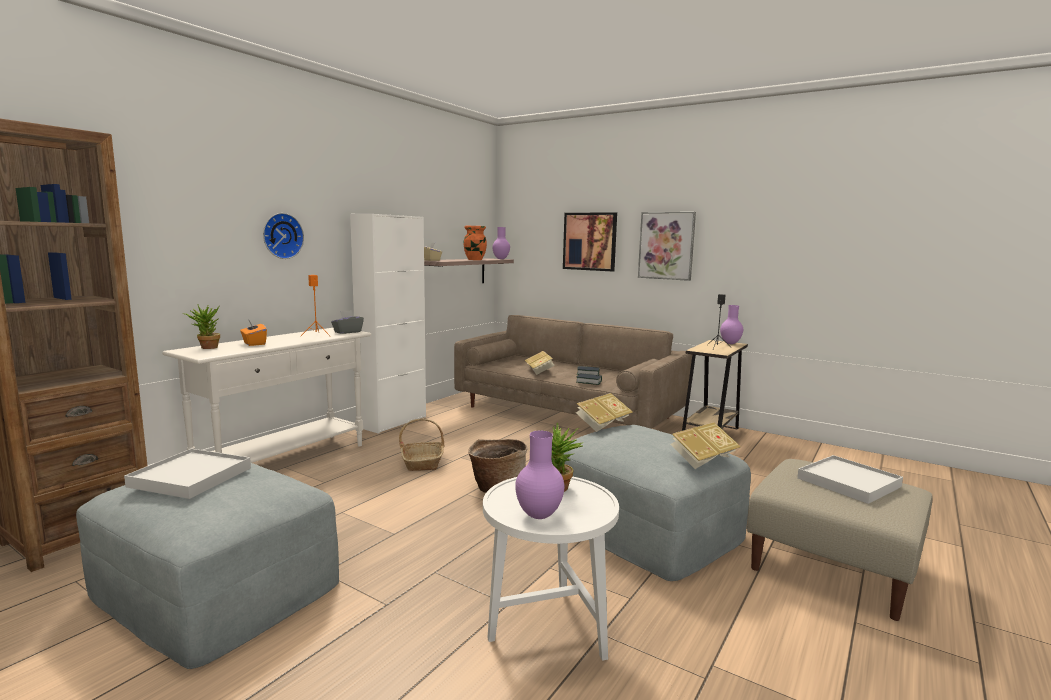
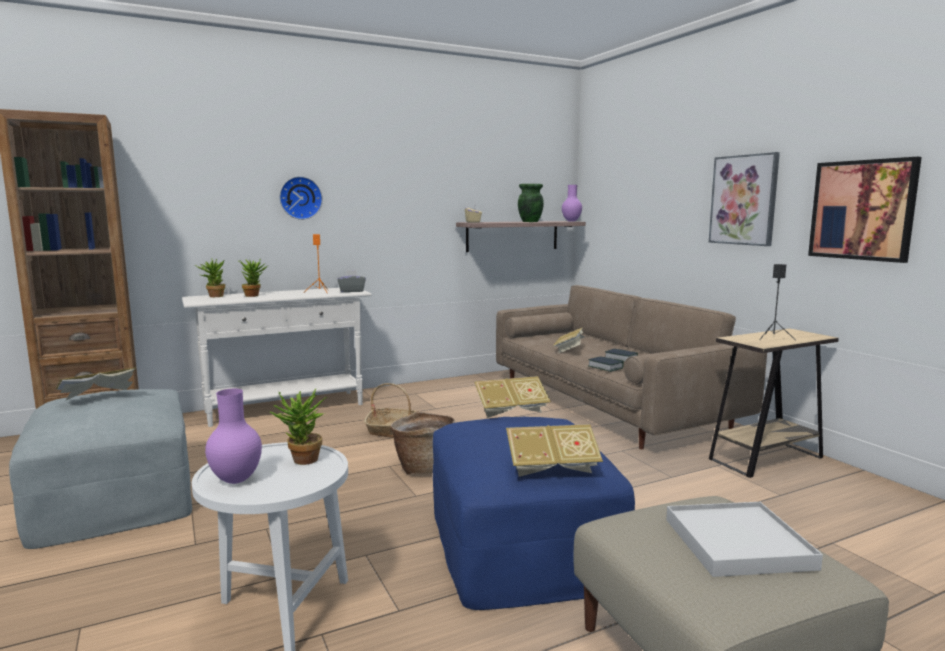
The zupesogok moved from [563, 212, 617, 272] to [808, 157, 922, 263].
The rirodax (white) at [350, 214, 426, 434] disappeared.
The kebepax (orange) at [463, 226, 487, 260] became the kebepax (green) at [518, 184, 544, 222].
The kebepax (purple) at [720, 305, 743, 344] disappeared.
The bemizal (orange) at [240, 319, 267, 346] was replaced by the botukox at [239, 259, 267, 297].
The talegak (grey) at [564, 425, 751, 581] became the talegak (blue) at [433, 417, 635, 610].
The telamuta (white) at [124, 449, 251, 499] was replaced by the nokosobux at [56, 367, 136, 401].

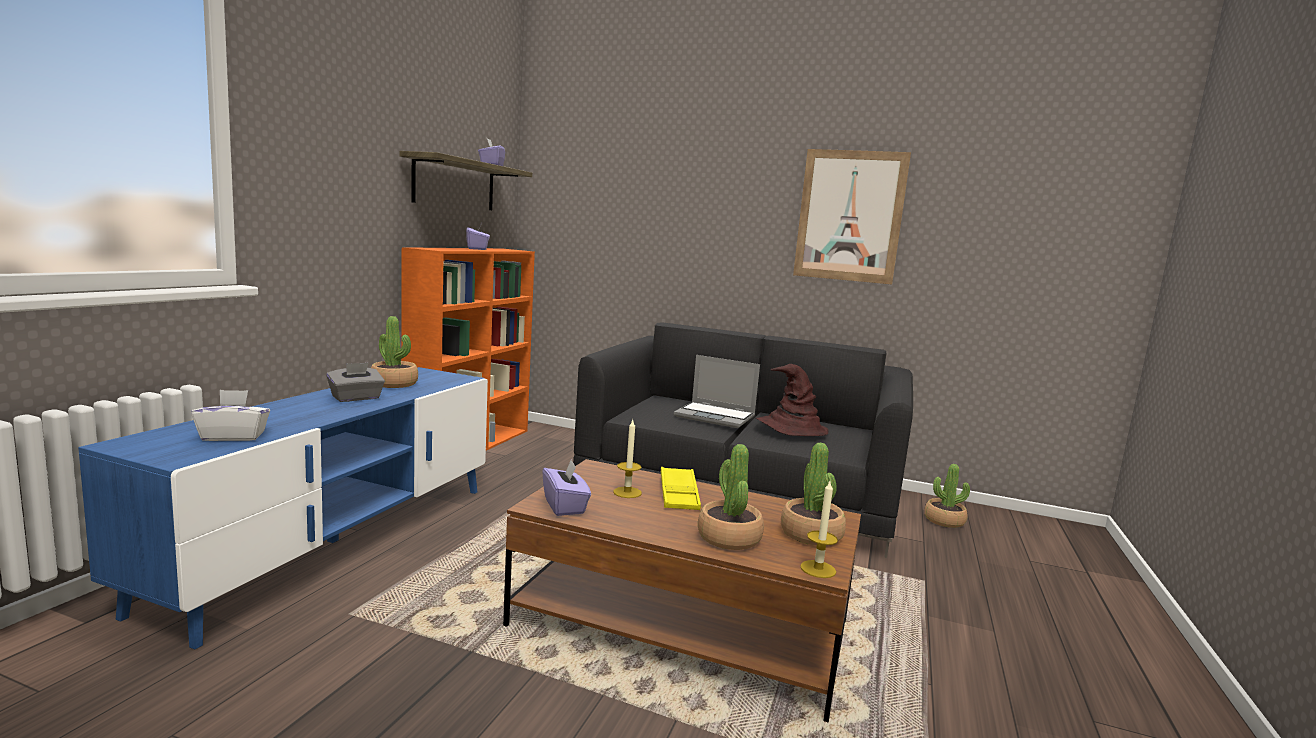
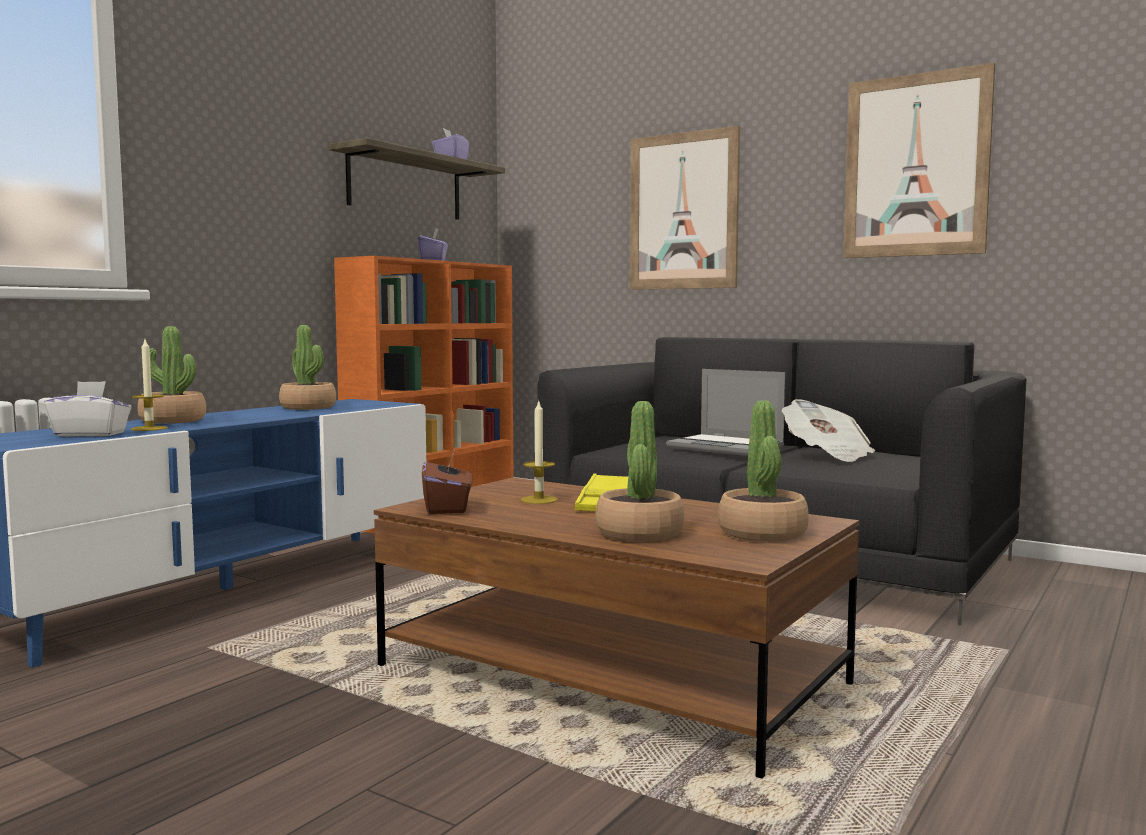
The bemizal (grey) at [327, 362, 385, 402] disappeared.
The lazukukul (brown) at [756, 364, 828, 436] was replaced by the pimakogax at [782, 399, 875, 462].
The bemizal (purple) at [542, 460, 591, 516] became the bemizal (brown) at [422, 448, 472, 514].
The botukox moved from [925, 464, 970, 528] to [137, 326, 206, 424].
The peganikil moved from [800, 481, 838, 578] to [131, 339, 168, 431].
The zupesogok at [630, 126, 740, 290] appeared.

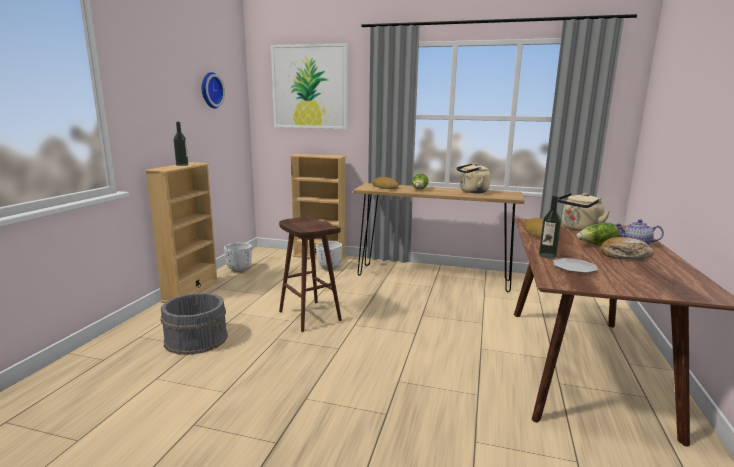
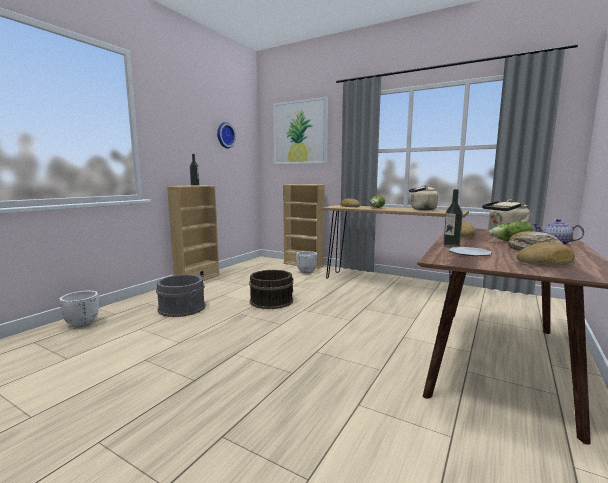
The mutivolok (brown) at [279, 216, 342, 332] was replaced by the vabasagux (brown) at [249, 270, 294, 309].
The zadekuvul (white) moved from [224, 243, 252, 272] to [59, 291, 99, 327].
The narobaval at [517, 242, 575, 266] appeared.

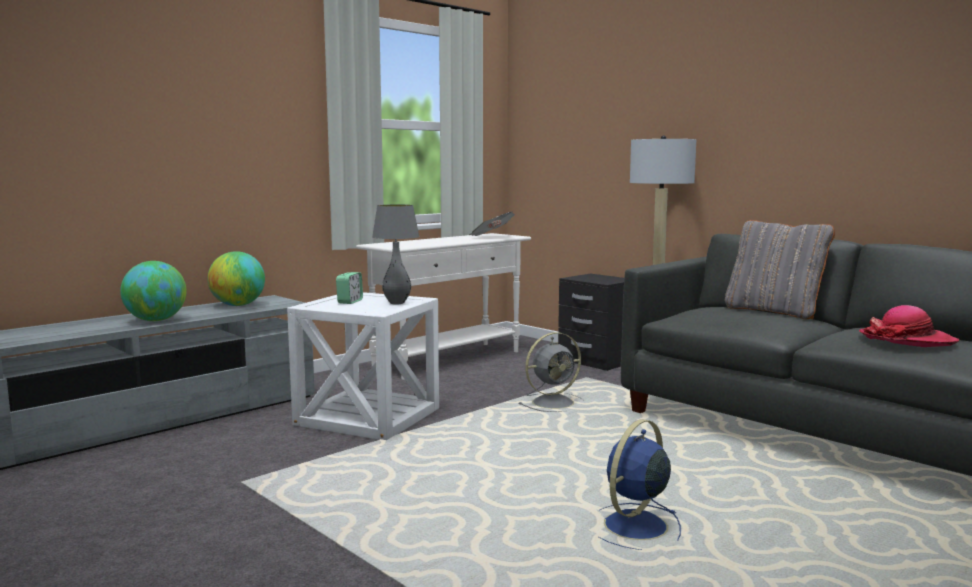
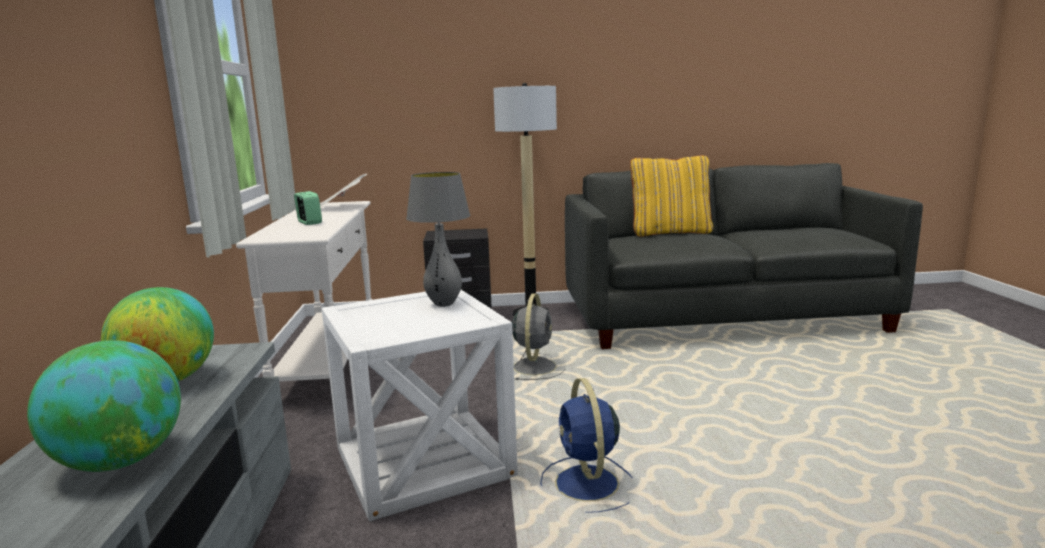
The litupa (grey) at [725, 220, 835, 319] became the litupa (yellow) at [630, 155, 713, 237].
The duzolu moved from [336, 272, 363, 304] to [294, 191, 322, 225].
The lazukukul at [859, 305, 960, 347] disappeared.
The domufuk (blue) moved from [599, 419, 681, 550] to [540, 378, 633, 513].

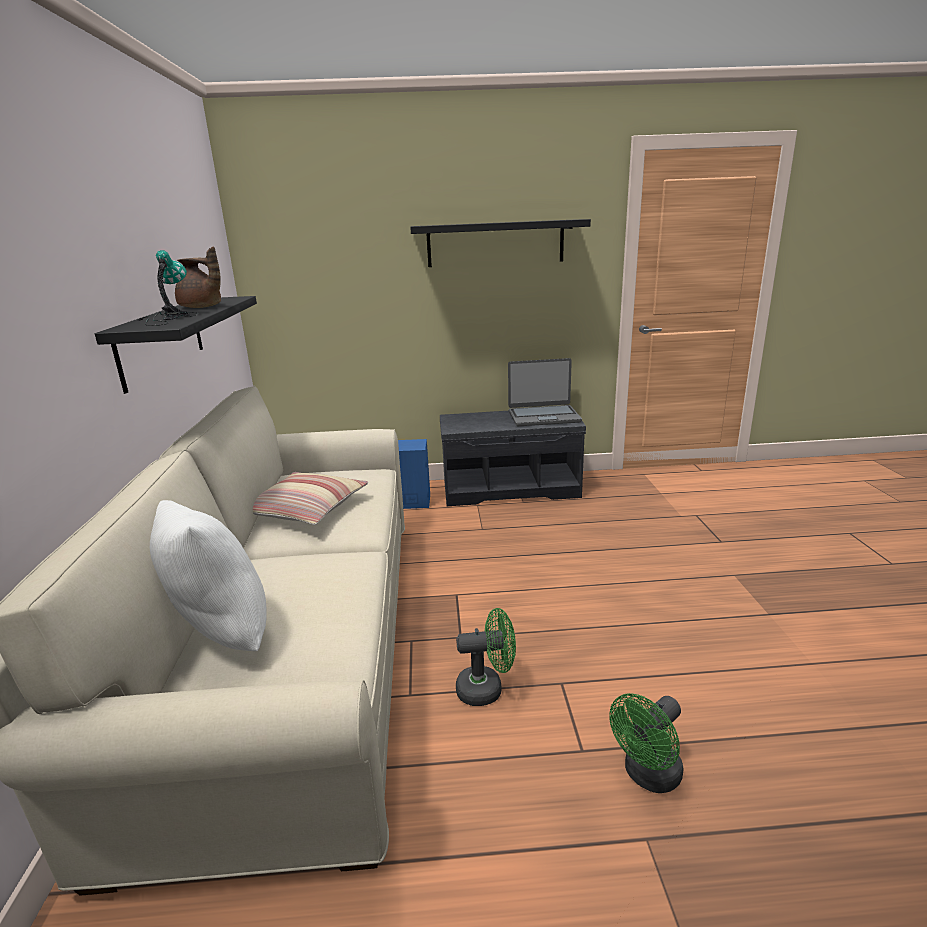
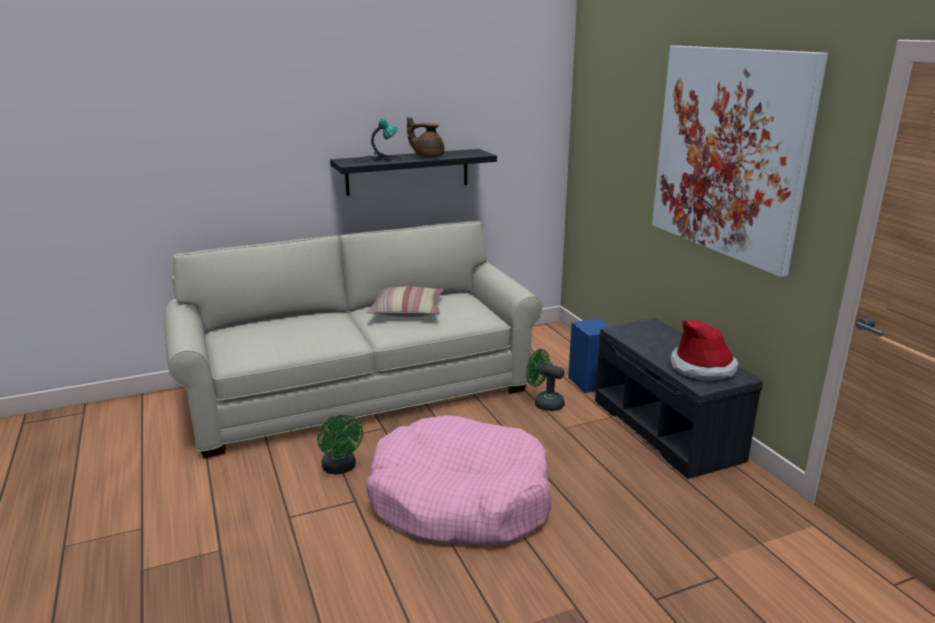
The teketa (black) at [410, 219, 591, 267] was replaced by the zupesogok at [652, 46, 828, 277].
The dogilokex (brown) at [175, 246, 221, 308] turned 90 degrees clockwise.
The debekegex at [508, 358, 582, 426] was replaced by the lazukukul at [671, 320, 738, 381].
The litupa (white) at [150, 500, 267, 651] disappeared.
The domufuk (green) moved from [609, 693, 684, 793] to [526, 349, 565, 411].
The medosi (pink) at [366, 415, 551, 546] appeared.

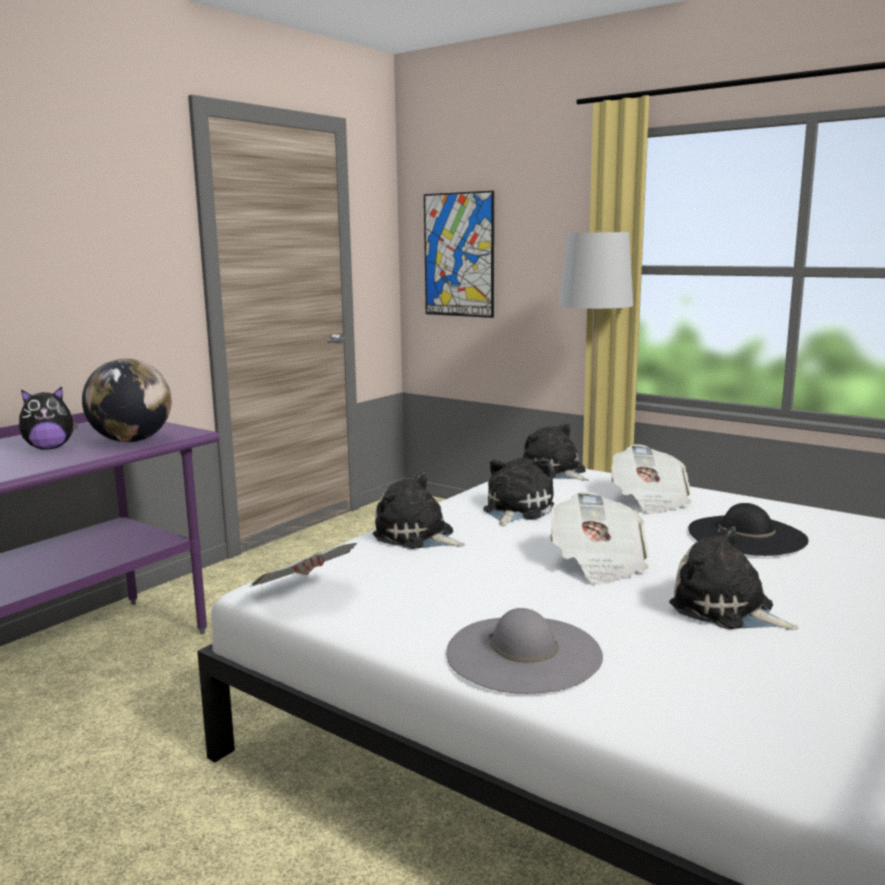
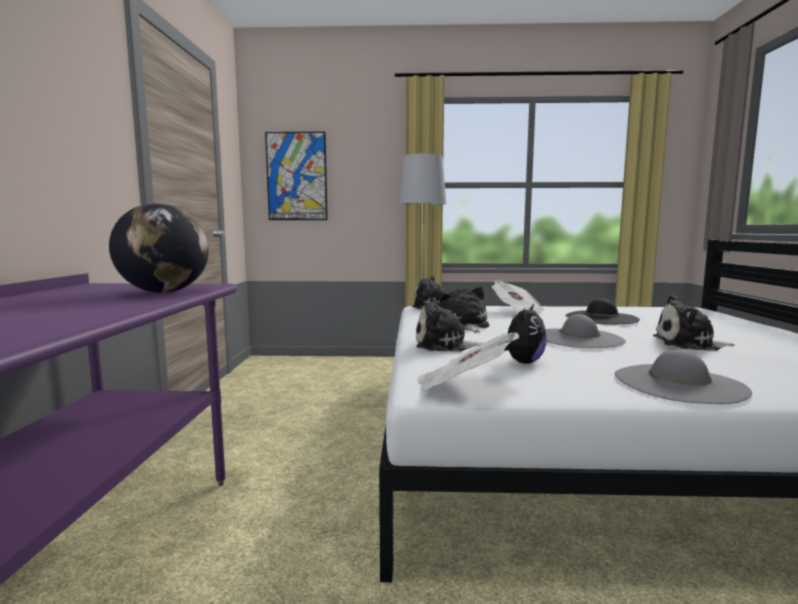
The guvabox moved from [19, 386, 78, 450] to [504, 304, 547, 364].
The pimakogax at [549, 491, 649, 585] was replaced by the lazukukul (grey) at [546, 314, 626, 348].

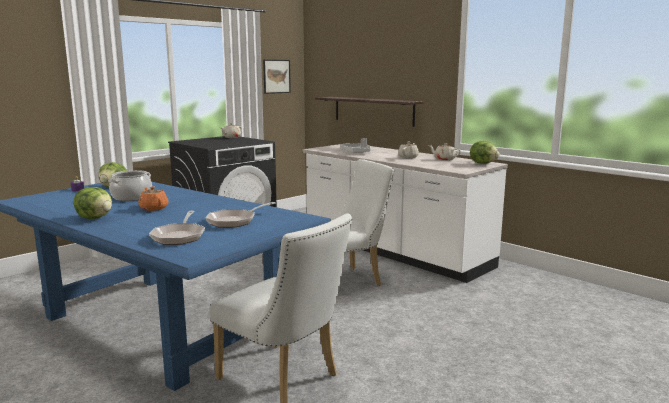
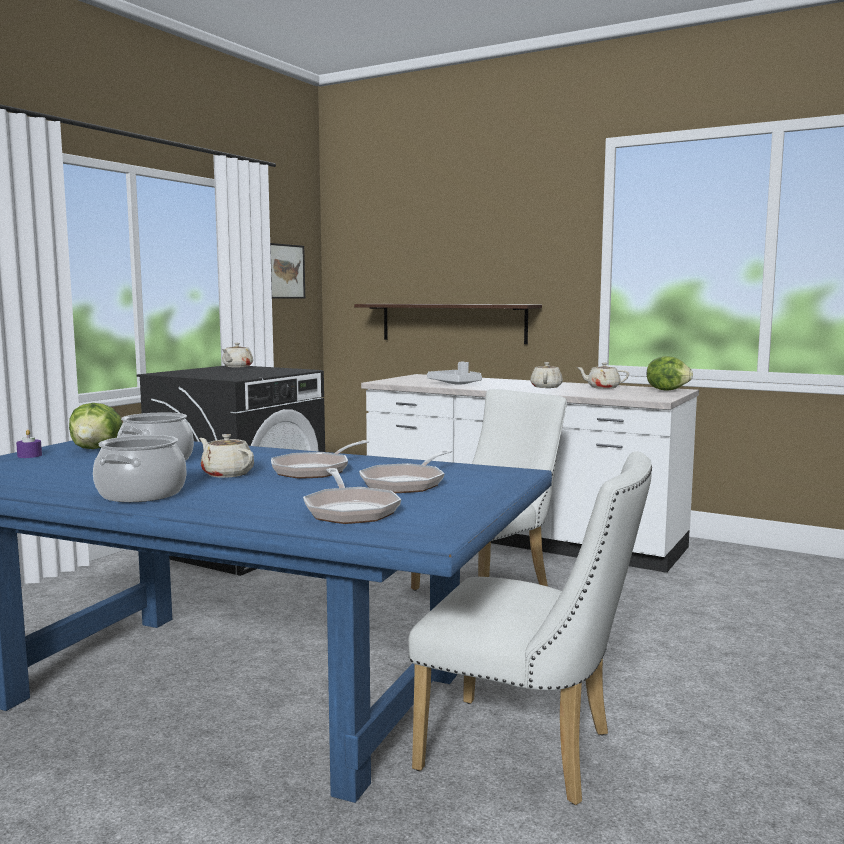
The dogilokex (orange) at [138, 186, 169, 211] became the dogilokex (beige) at [199, 434, 254, 478].
The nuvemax at [74, 187, 112, 219] was replaced by the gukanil at [93, 435, 186, 502].
The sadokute at [271, 440, 369, 479] appeared.

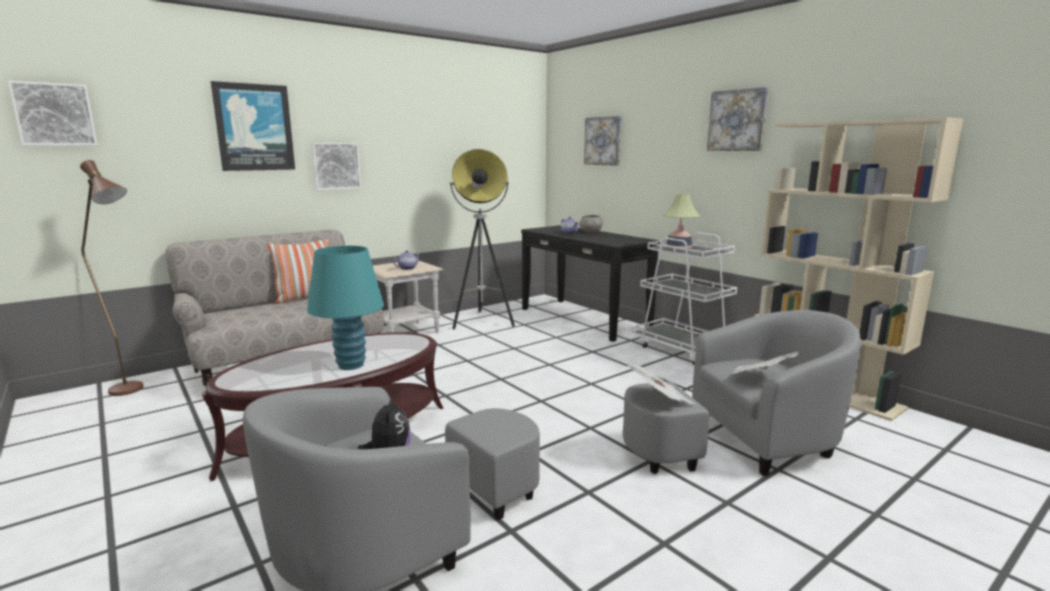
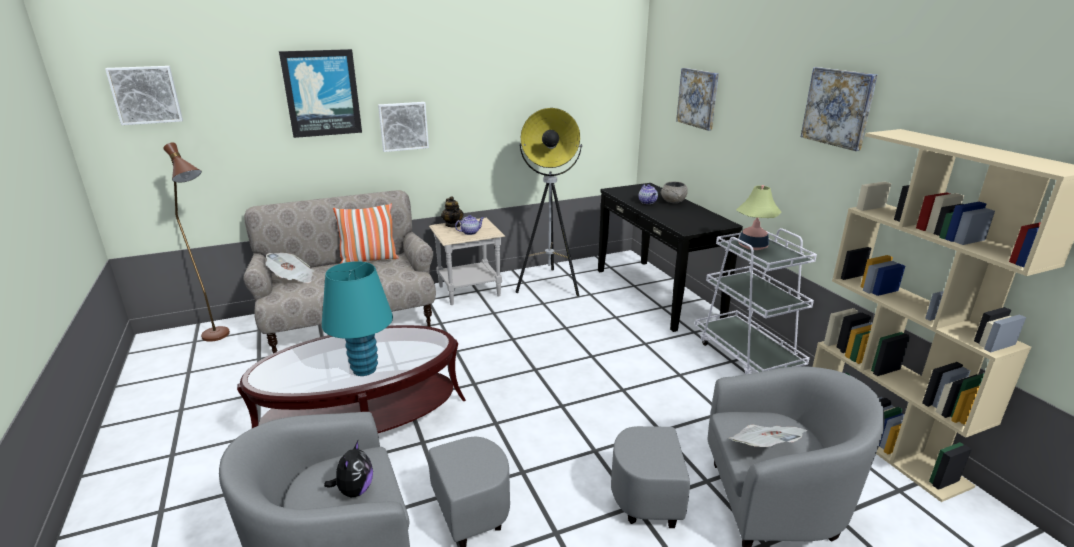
The pimakogax moved from [626, 364, 695, 404] to [265, 253, 314, 283].
The dogilokex at [441, 196, 464, 228] appeared.

